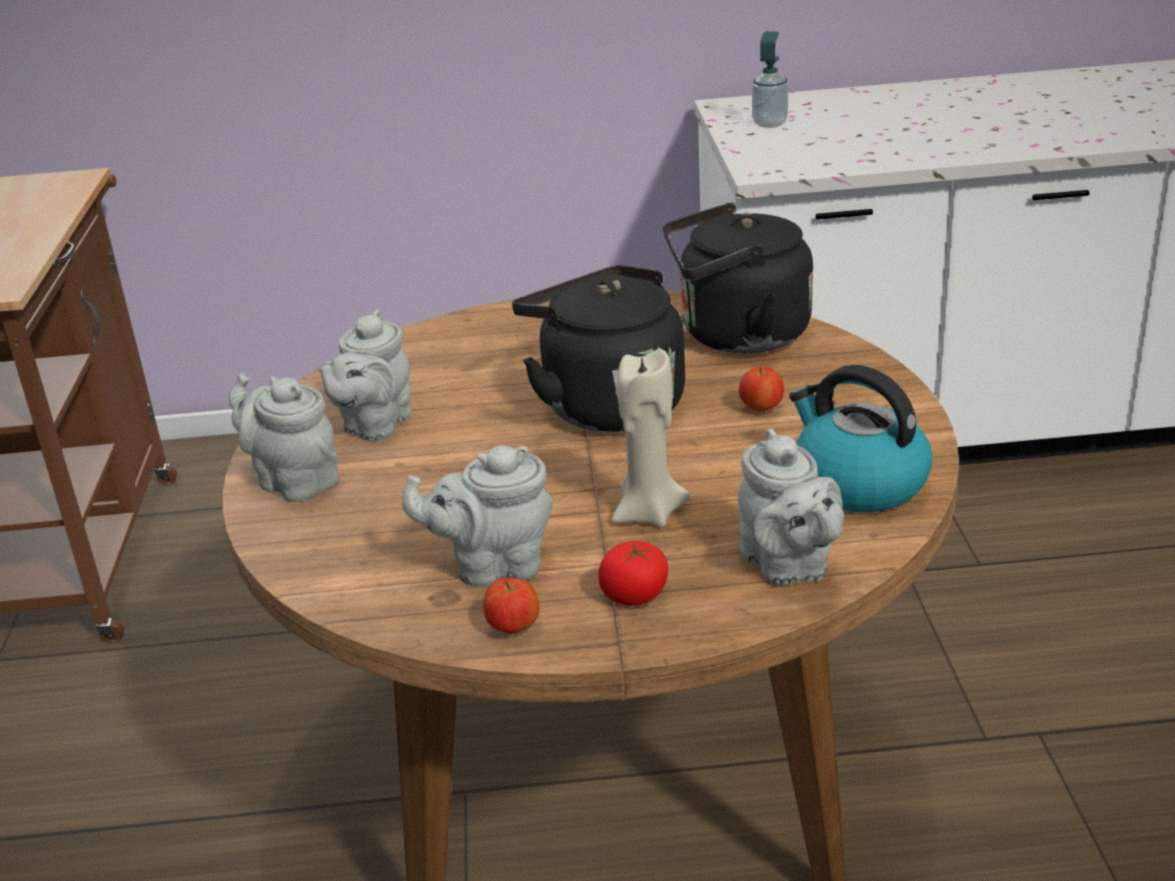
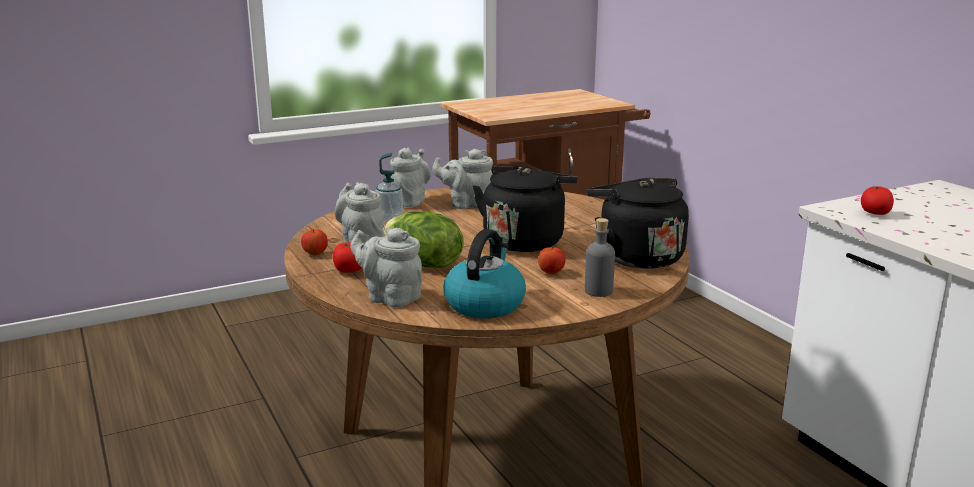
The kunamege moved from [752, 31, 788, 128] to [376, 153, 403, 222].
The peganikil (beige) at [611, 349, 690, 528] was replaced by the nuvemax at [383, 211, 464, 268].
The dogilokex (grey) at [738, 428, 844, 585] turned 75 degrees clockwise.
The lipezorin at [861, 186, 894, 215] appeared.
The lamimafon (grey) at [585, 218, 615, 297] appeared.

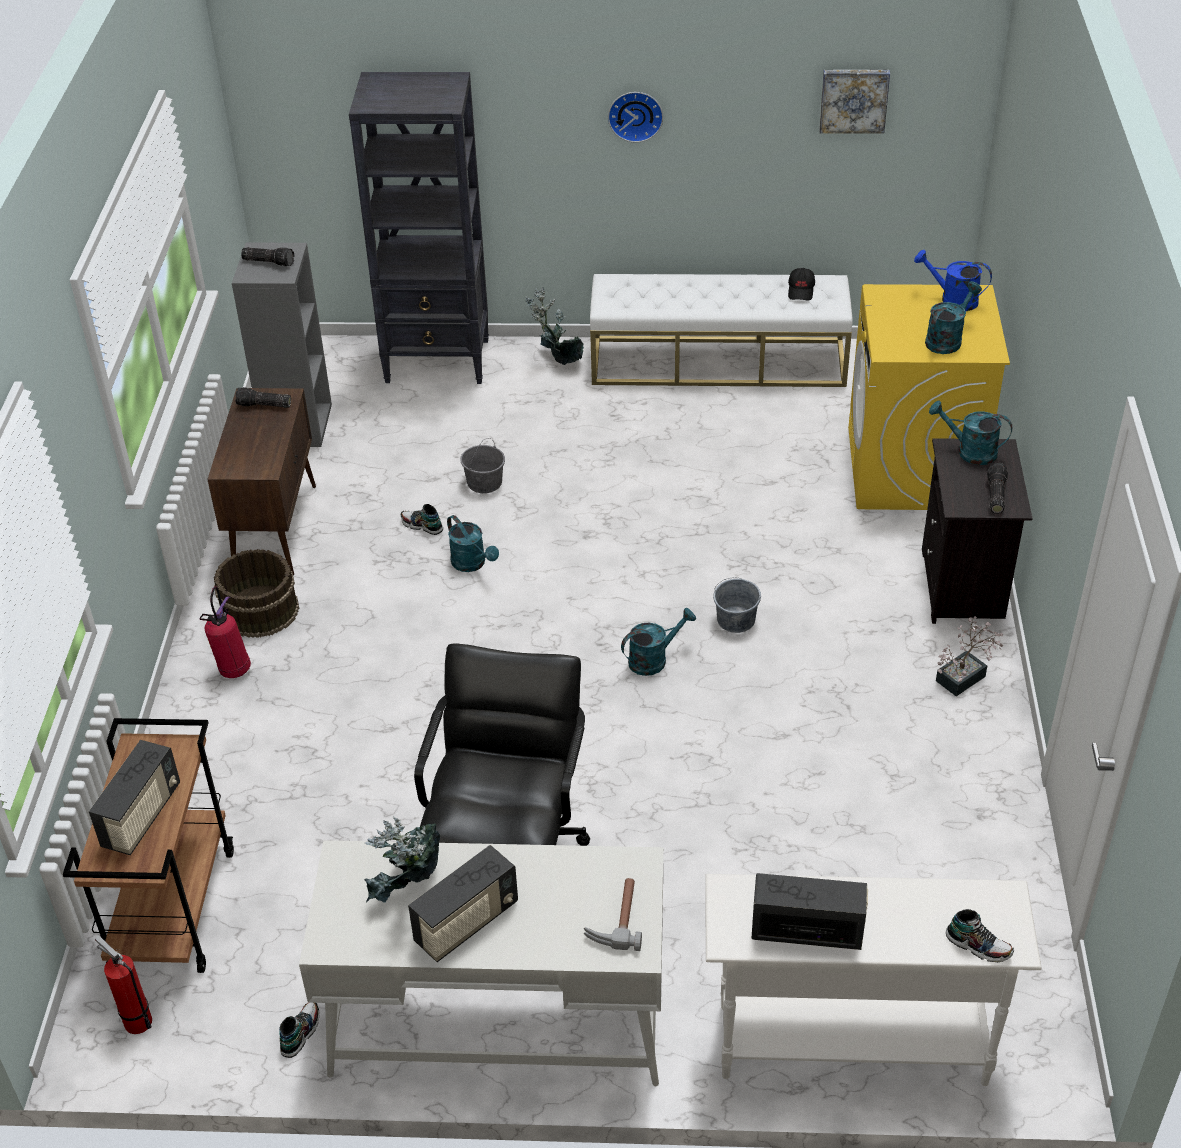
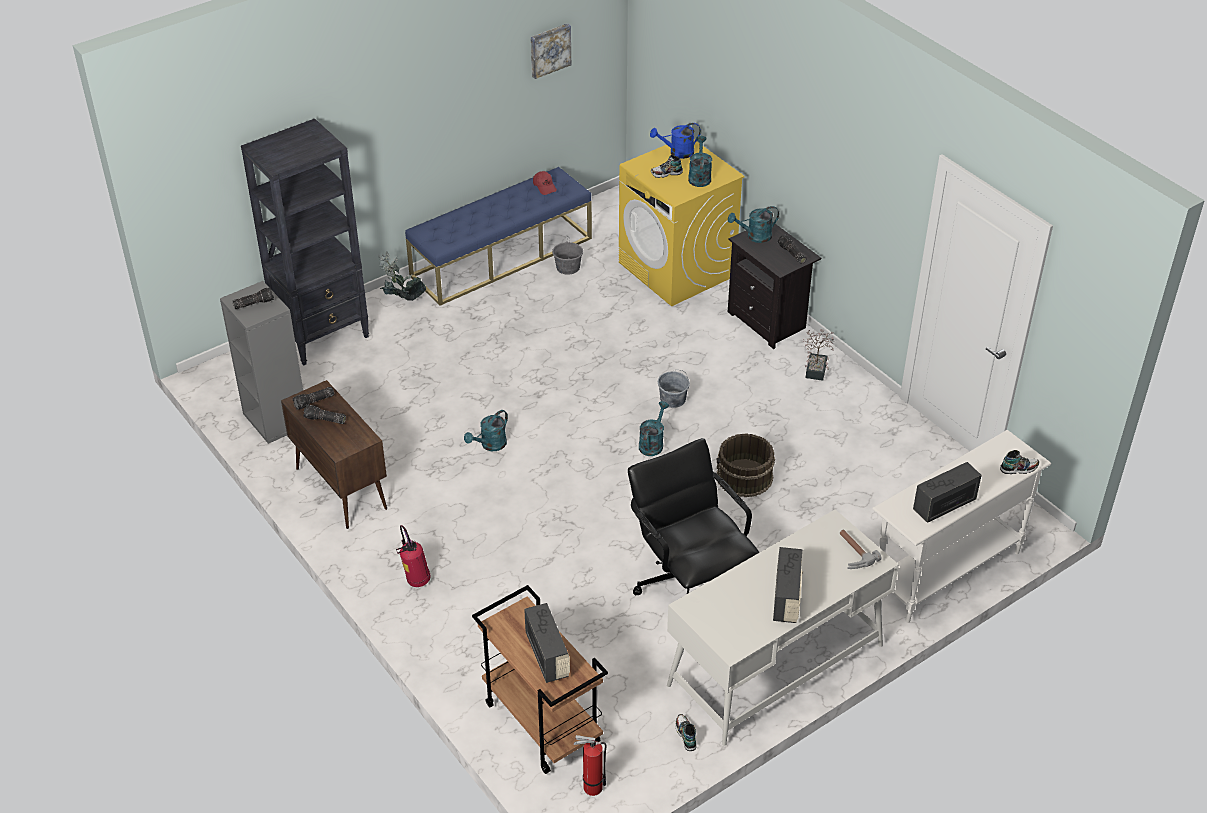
The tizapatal at [608, 92, 663, 142] disappeared.
The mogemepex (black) at [788, 268, 815, 301] became the mogemepex (red) at [533, 171, 557, 195].
The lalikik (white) at [590, 274, 853, 387] became the lalikik (blue) at [405, 167, 592, 306].
The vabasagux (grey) moved from [460, 438, 505, 493] to [552, 236, 583, 275].
The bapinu moved from [401, 504, 443, 535] to [651, 155, 683, 178].
The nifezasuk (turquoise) at [447, 515, 499, 572] turned 120 degrees clockwise.
The vabasagux (brown) moved from [214, 549, 299, 638] to [717, 433, 775, 497].
The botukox at [364, 816, 440, 903] disappeared.
The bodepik at [303, 405, 346, 424] appeared.

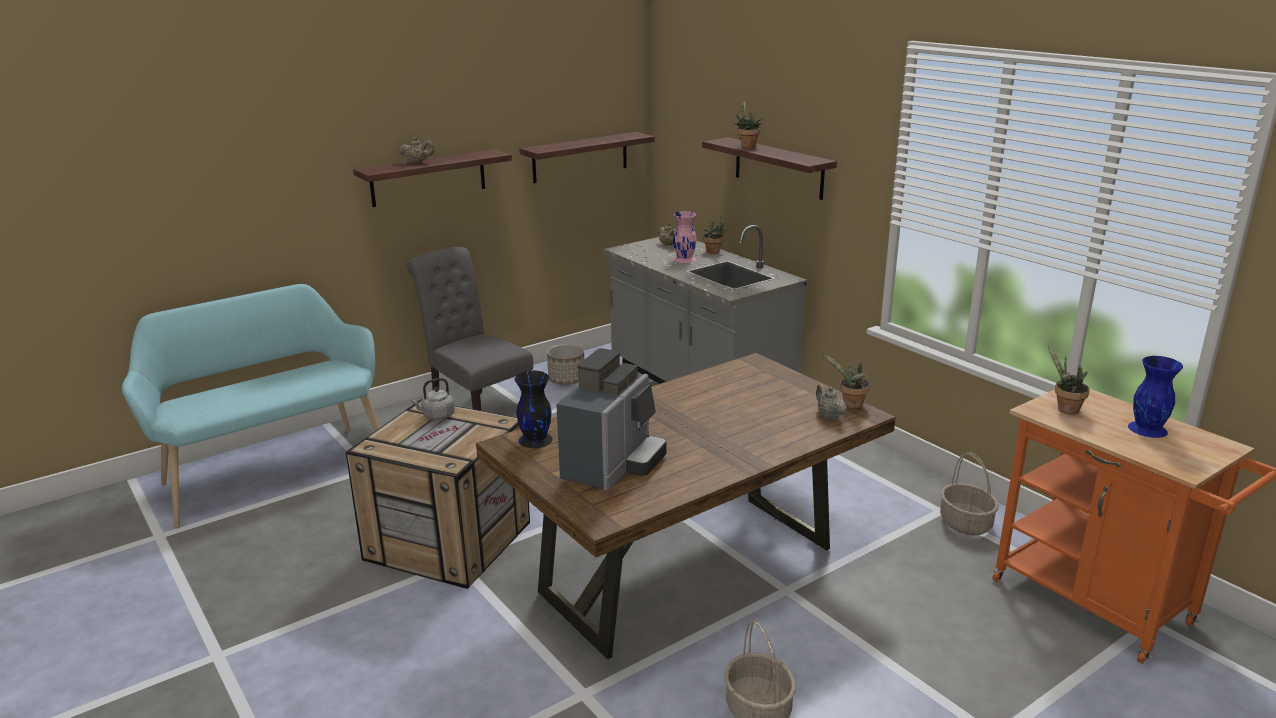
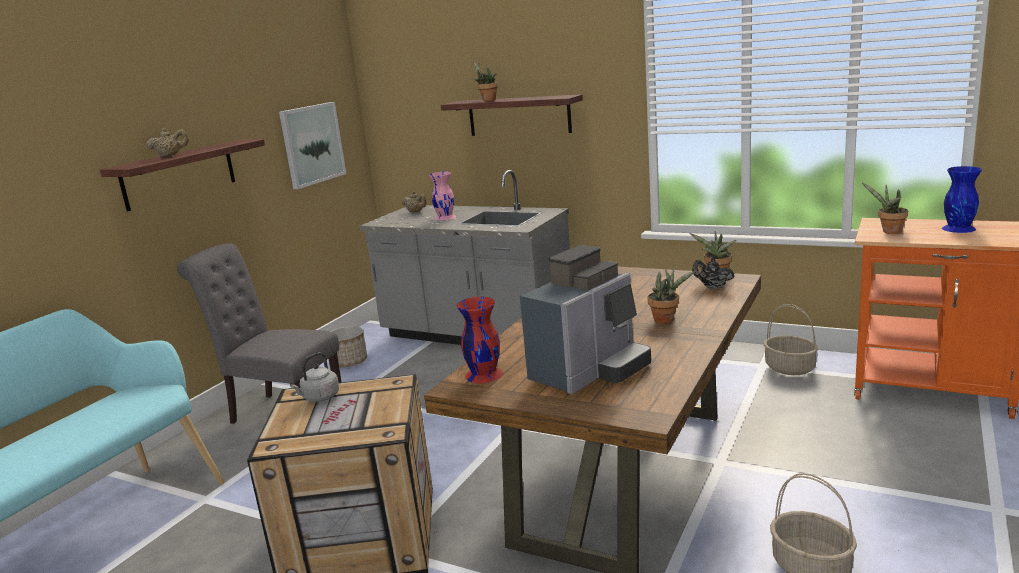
The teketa at [520, 132, 655, 183] was replaced by the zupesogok at [279, 102, 346, 189].
The botukox moved from [703, 217, 727, 254] to [648, 265, 694, 324].
The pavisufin at [556, 348, 667, 491] turned 45 degrees clockwise.
The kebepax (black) at [515, 371, 553, 448] became the kebepax (red) at [457, 297, 503, 383].
The dogilokex (beige) at [816, 383, 847, 419] became the dogilokex (black) at [692, 258, 734, 289].

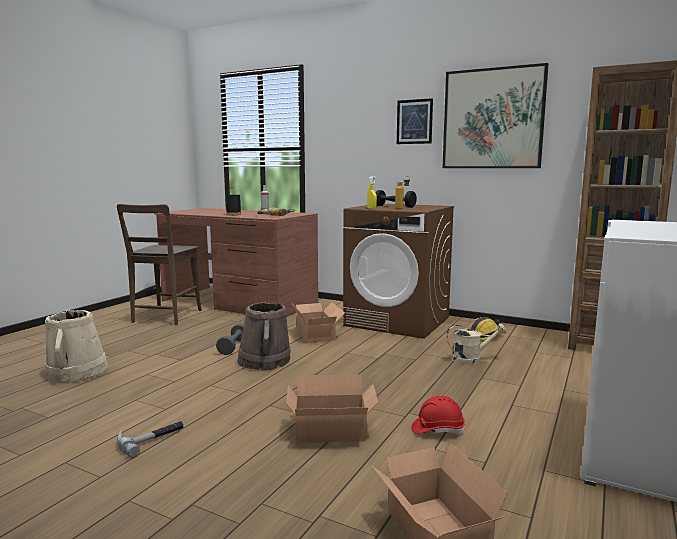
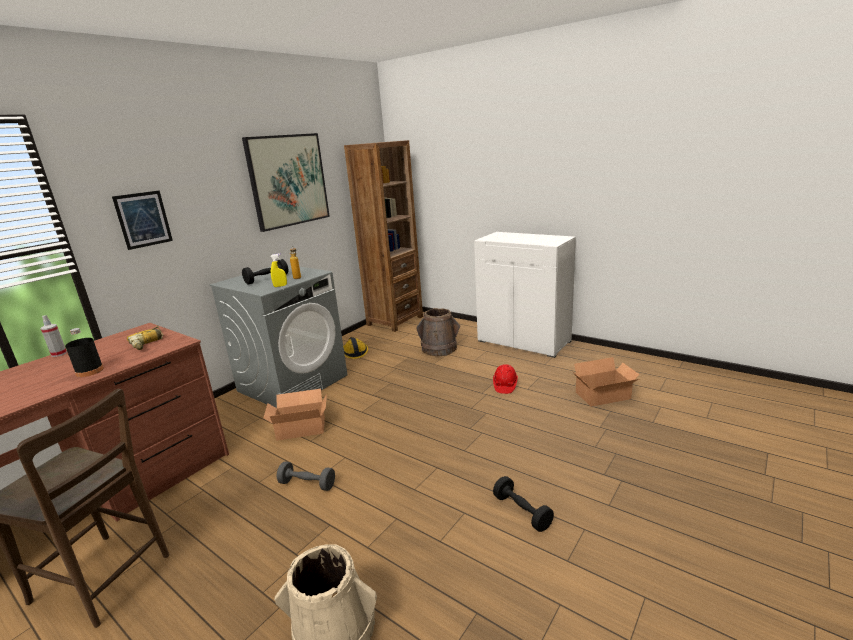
The zupesogok moved from [397, 98, 433, 144] to [112, 190, 173, 250].
The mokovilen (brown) at [343, 204, 454, 339] became the mokovilen (grey) at [210, 265, 348, 408].
The vabasagux (brown) moved from [237, 302, 291, 370] to [416, 308, 460, 356].
The nifezasuk (beige) at [446, 323, 507, 365] disappeared.
The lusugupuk at [286, 374, 378, 443] disappeared.
The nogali at [117, 421, 183, 458] was replaced by the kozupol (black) at [493, 476, 554, 532].

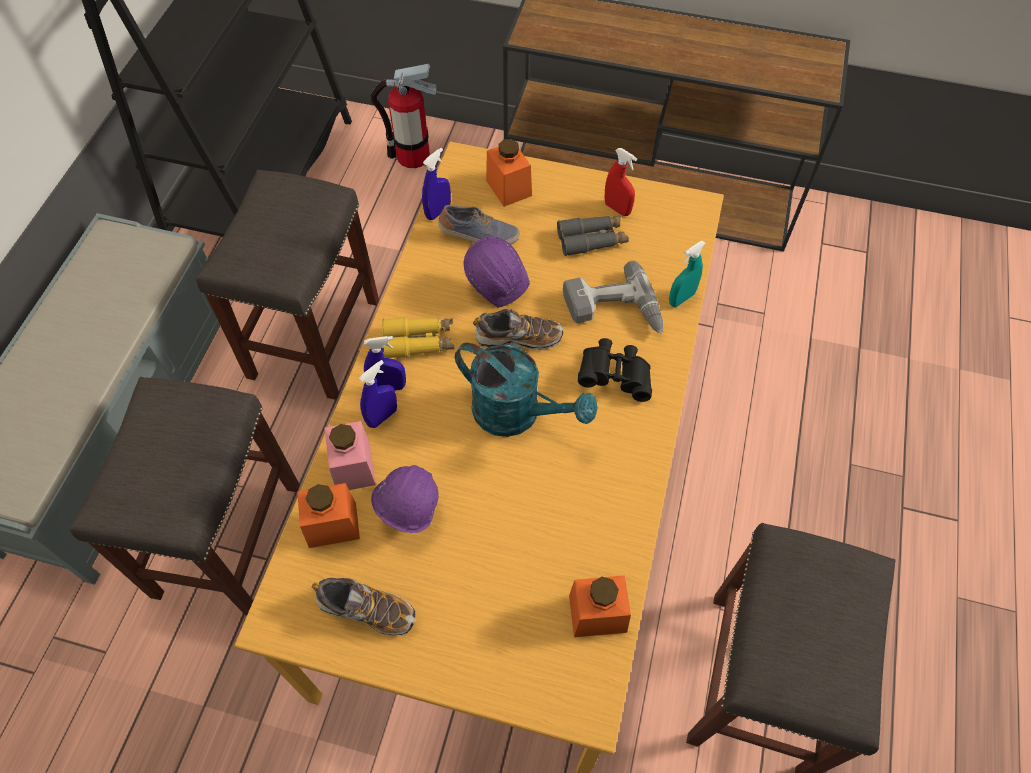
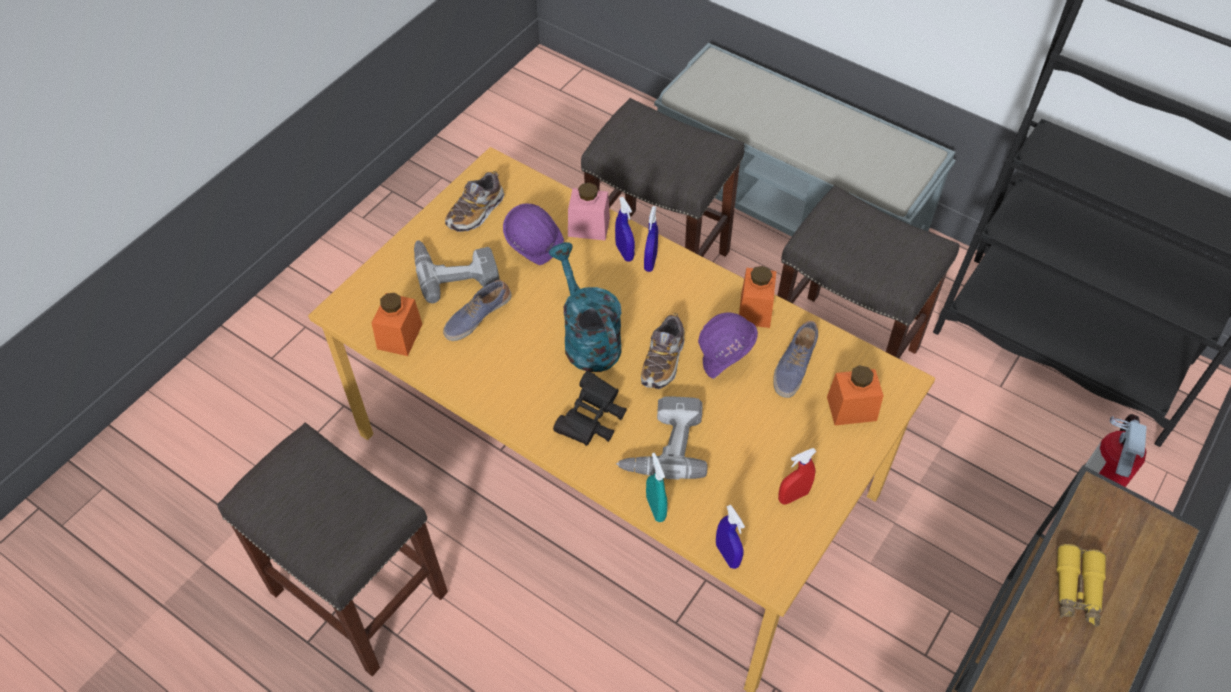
The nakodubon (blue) moved from [422, 148, 451, 220] to [716, 505, 745, 569].
The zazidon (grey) at [557, 215, 629, 256] disappeared.
The zazidon (yellow) moved from [382, 318, 454, 358] to [1057, 544, 1106, 627].
The nifezasuk (turquoise) at [455, 343, 598, 437] turned 105 degrees clockwise.
The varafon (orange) moved from [297, 483, 360, 548] to [739, 266, 776, 328].
The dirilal at [414, 240, 500, 303] appeared.
The bapinu at [443, 280, 512, 341] appeared.

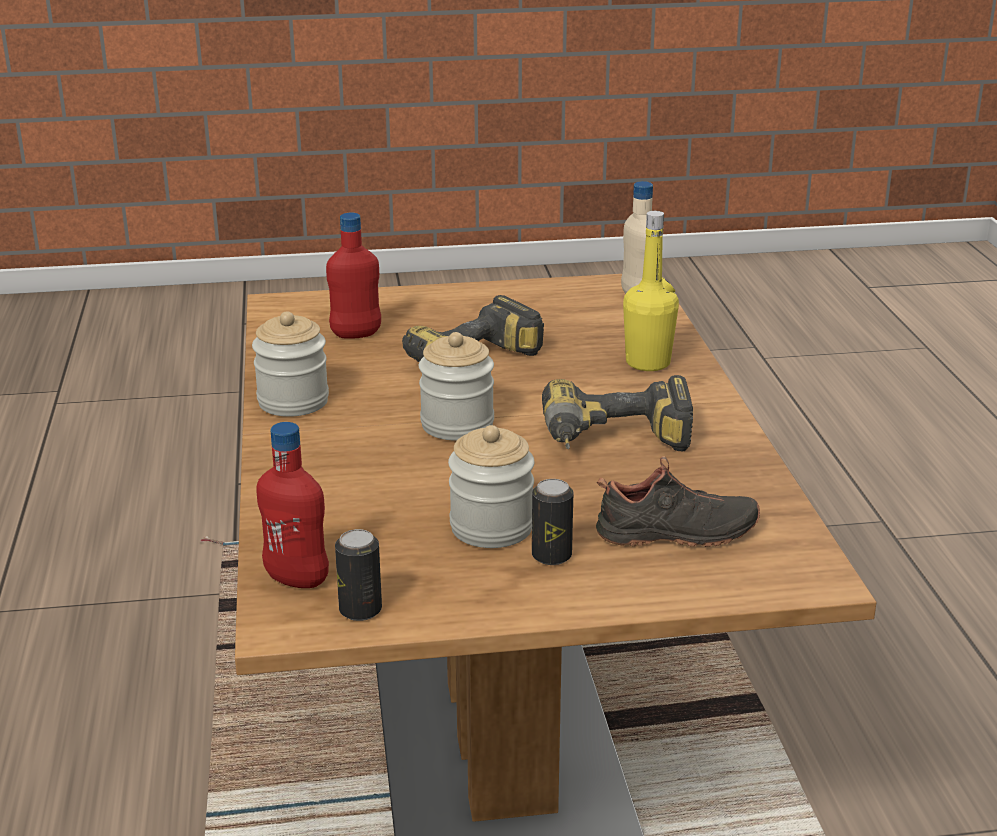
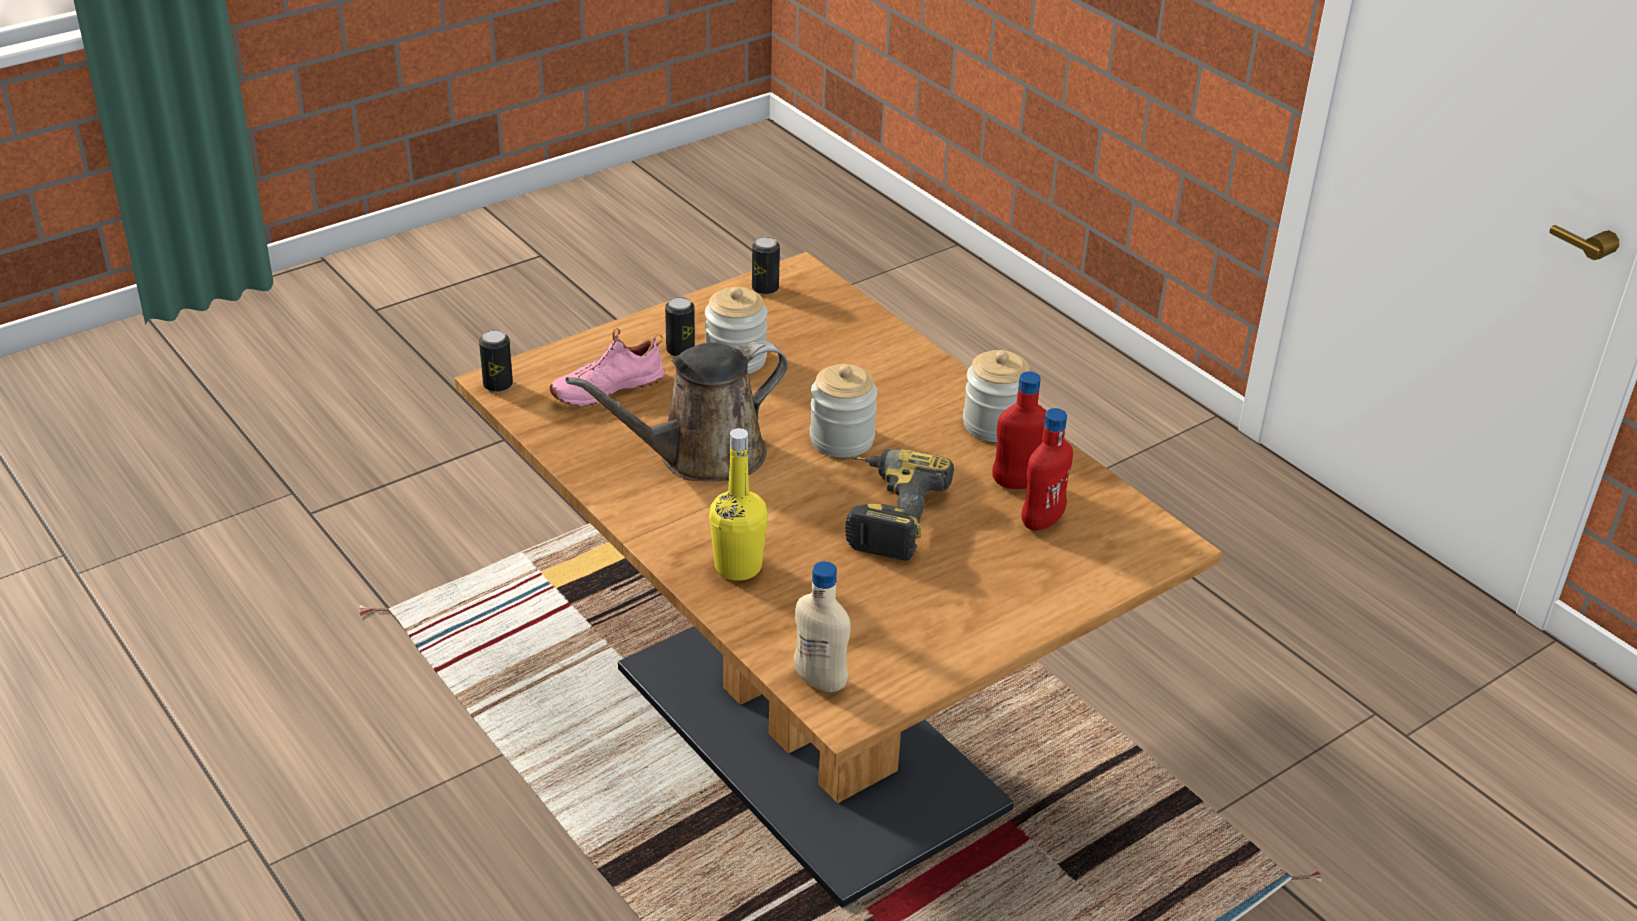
The dirilal at [542, 375, 693, 452] was replaced by the nifezasuk (brown) at [565, 341, 788, 481].
The lamimafon (red) moved from [256, 422, 329, 588] to [992, 371, 1046, 489].
The bapinu (black) at [596, 456, 760, 547] became the bapinu (pink) at [550, 328, 664, 407].
The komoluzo at [479, 330, 513, 392] appeared.

